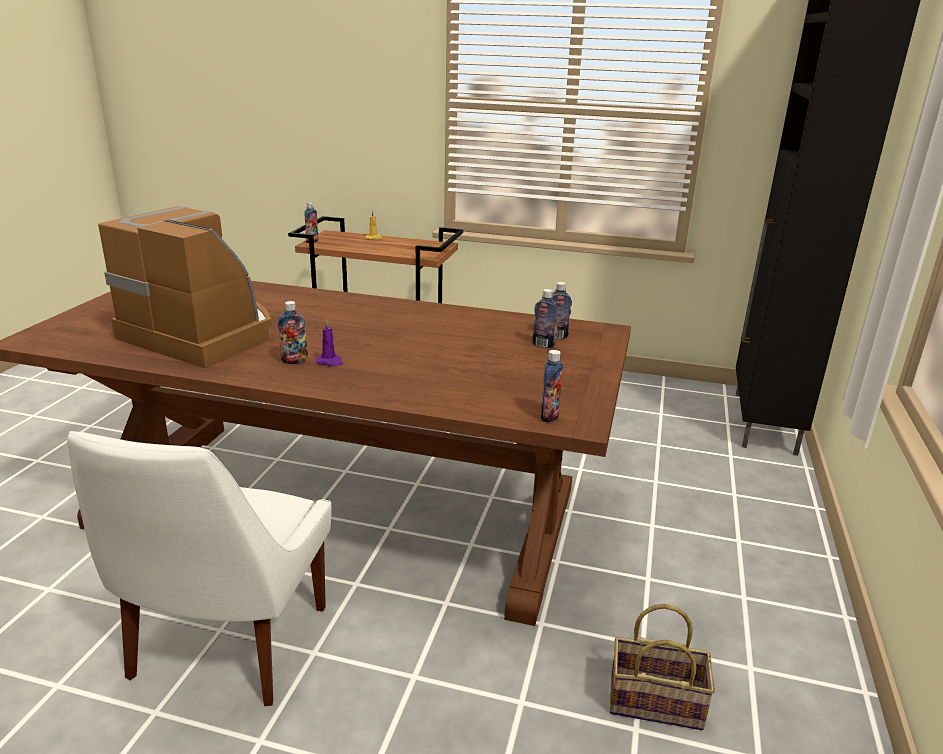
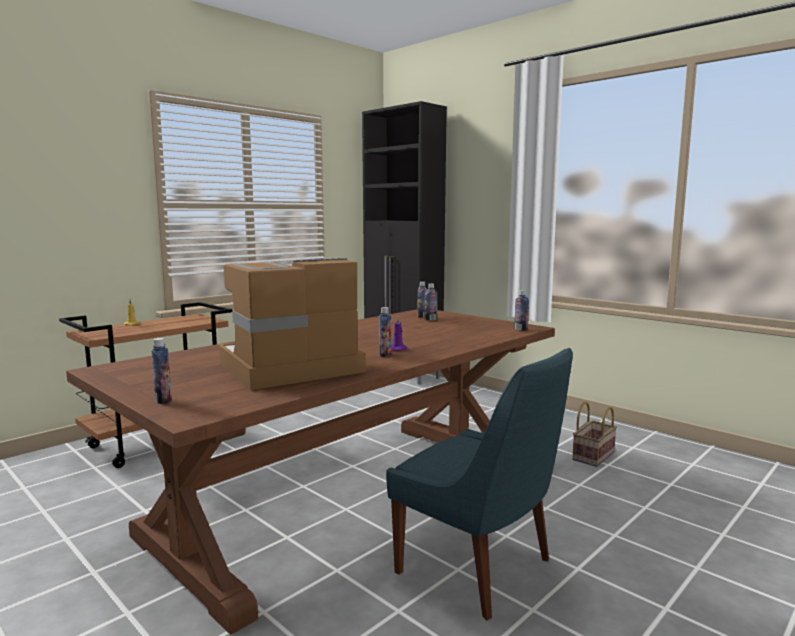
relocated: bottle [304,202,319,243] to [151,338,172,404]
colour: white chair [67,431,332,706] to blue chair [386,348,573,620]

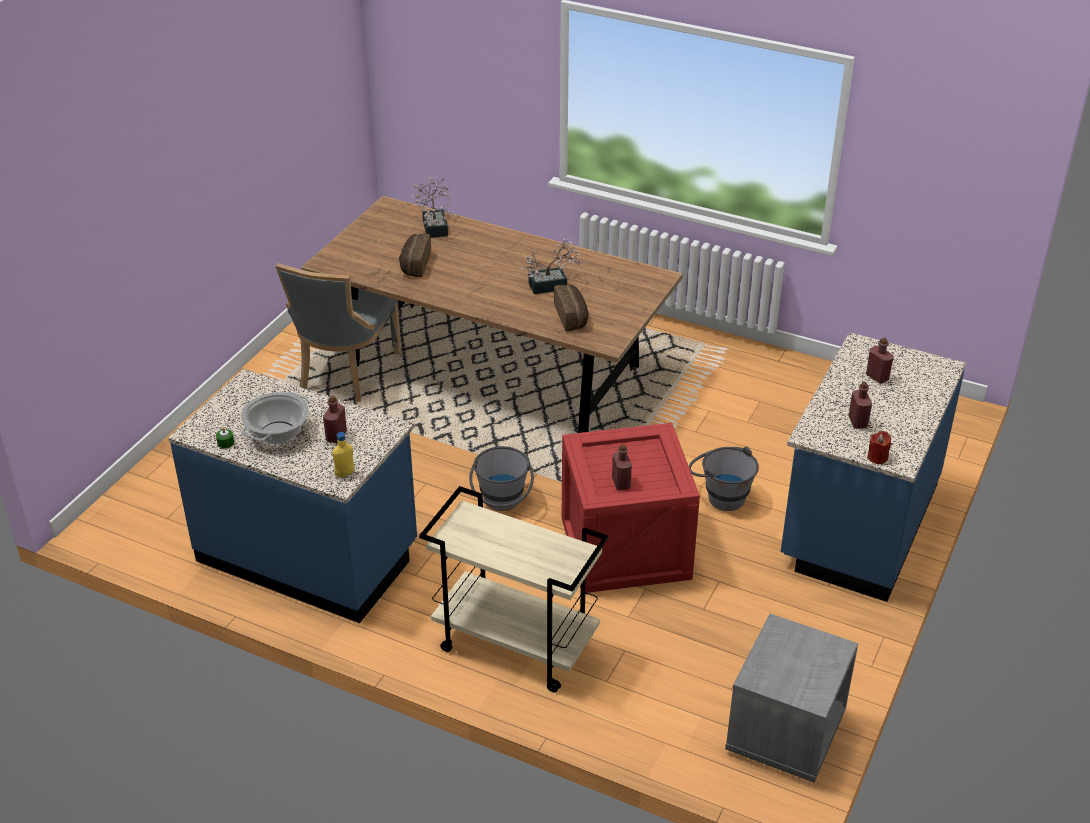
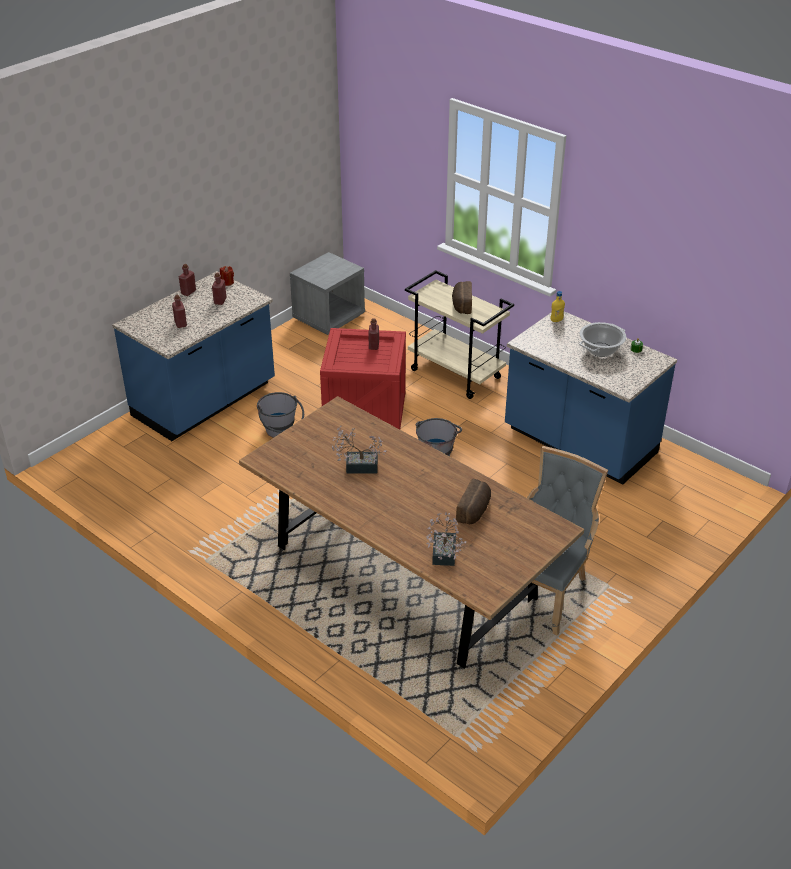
relocated: bread [554,284,589,332] to [452,281,472,314]; red bottle [323,396,347,443] to [179,264,196,296]

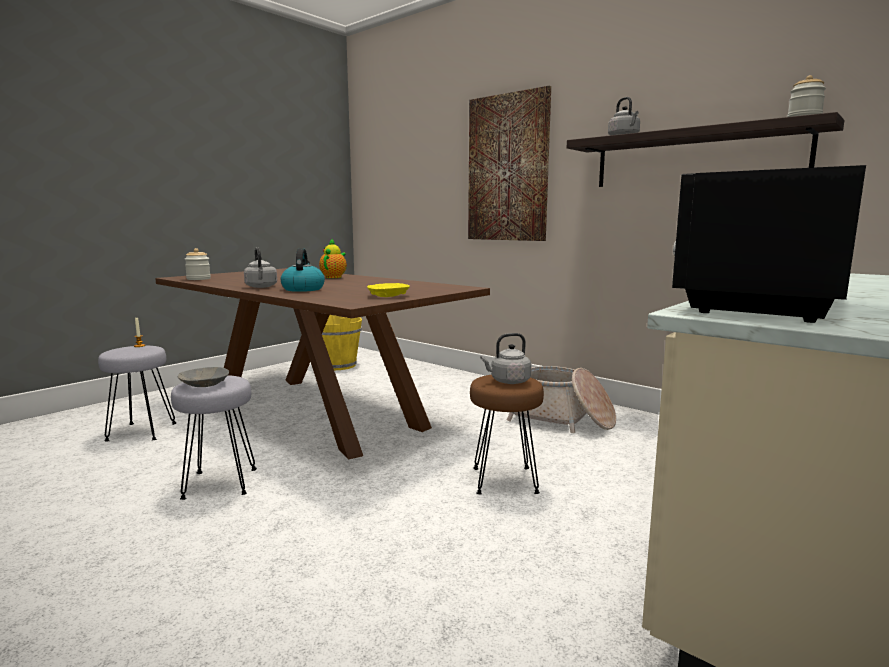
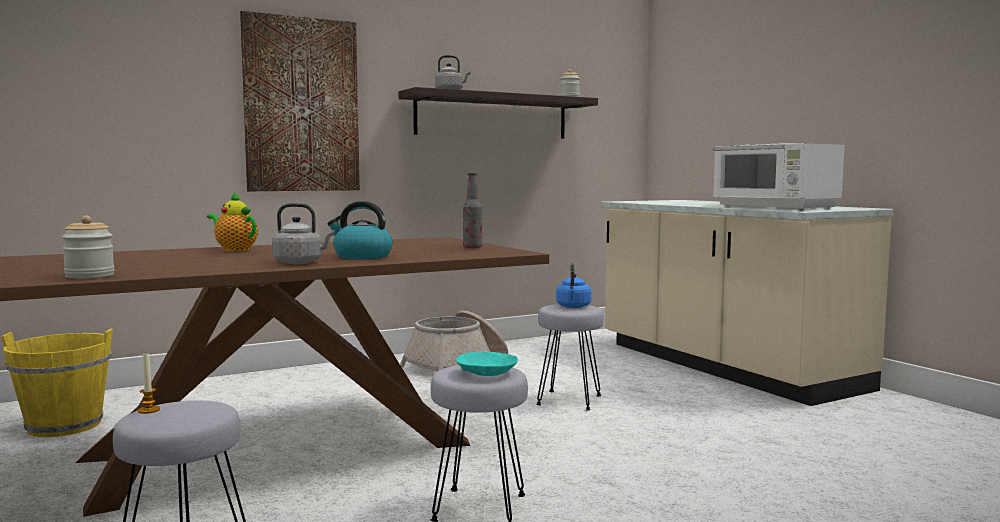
exchanged: yellow bowl [367,283,410,297] to bottle [463,173,482,248]
colour: black microwave [672,165,866,323] to white microwave [713,143,845,211]; grey kettle [480,333,531,384] to blue kettle [556,263,591,308]; grey bowl [177,367,229,387] to turquoise bowl [456,352,518,376]; brown stool [470,375,544,495] to grey stool [536,304,604,411]

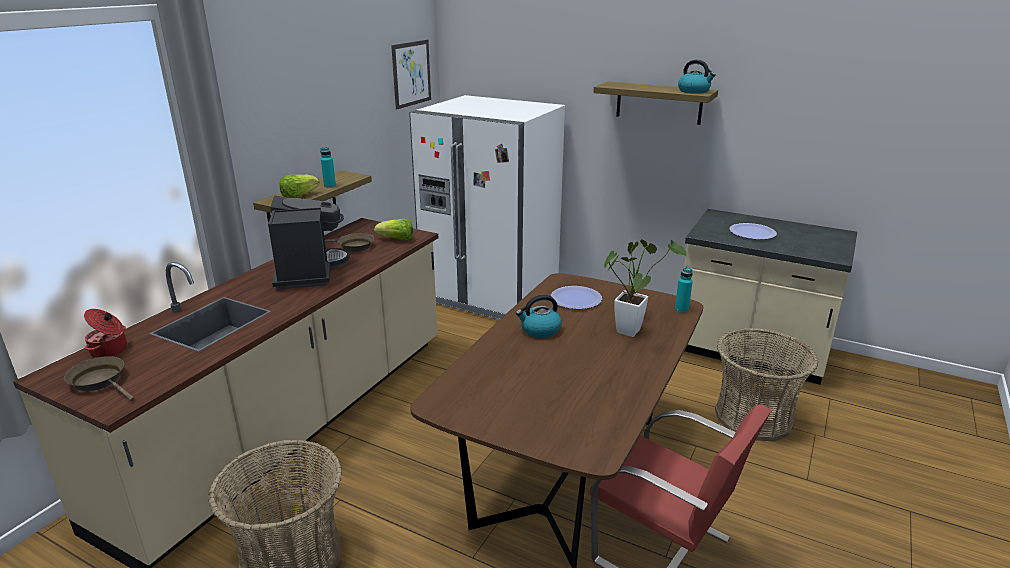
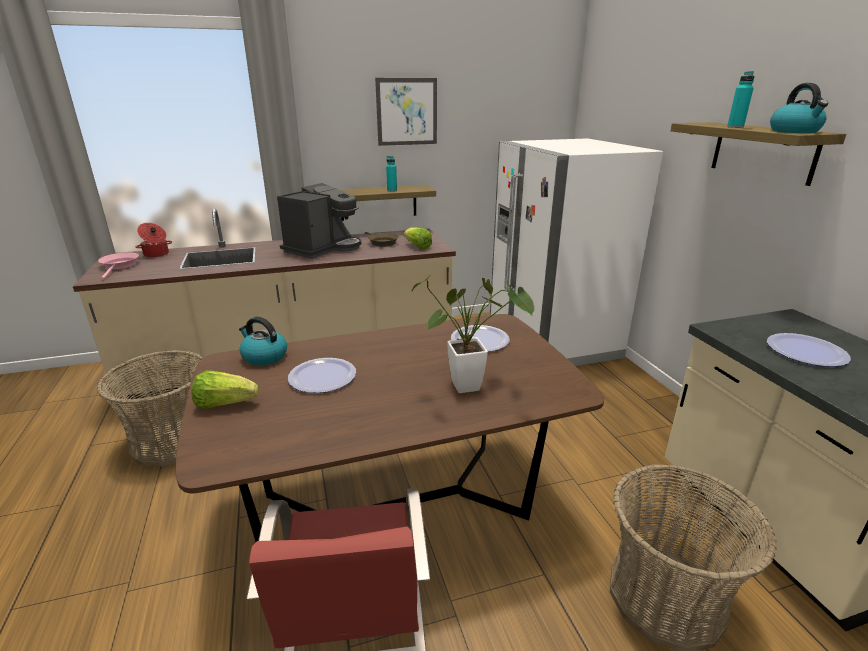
appeared: plate [288,358,356,393]
relocated: picture [391,40,431,109] to [375,78,437,146]; lettuce [280,175,319,198] to [192,370,259,409]; turquoise bottle [675,267,693,313] to [727,71,754,128]; kettle [516,295,562,338] to [239,317,287,366]
colour: brown frying pan [64,356,135,401] to pink frying pan [98,252,139,280]

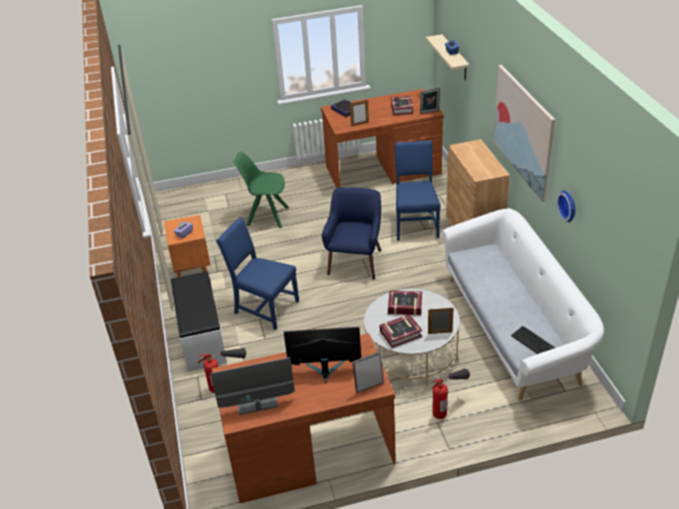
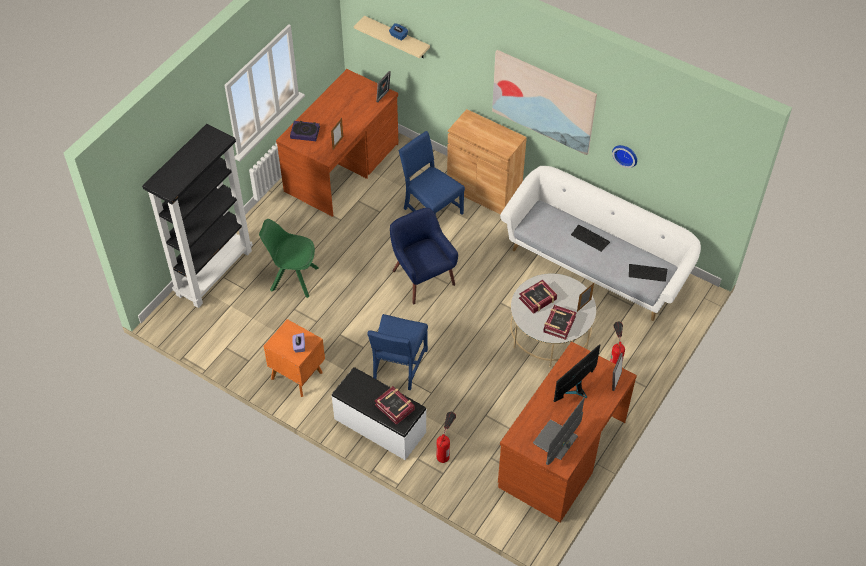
appeared: black bookcase [142,124,253,308]; keyboard [571,225,610,252]
relocated: book [391,96,413,115] to [375,386,415,425]
spun: green chair [234,152,289,228] = [259,219,319,298] 45 degrees clockwise; blue chair [216,217,299,330] = [367,314,428,390] 60 degrees counterclockwise

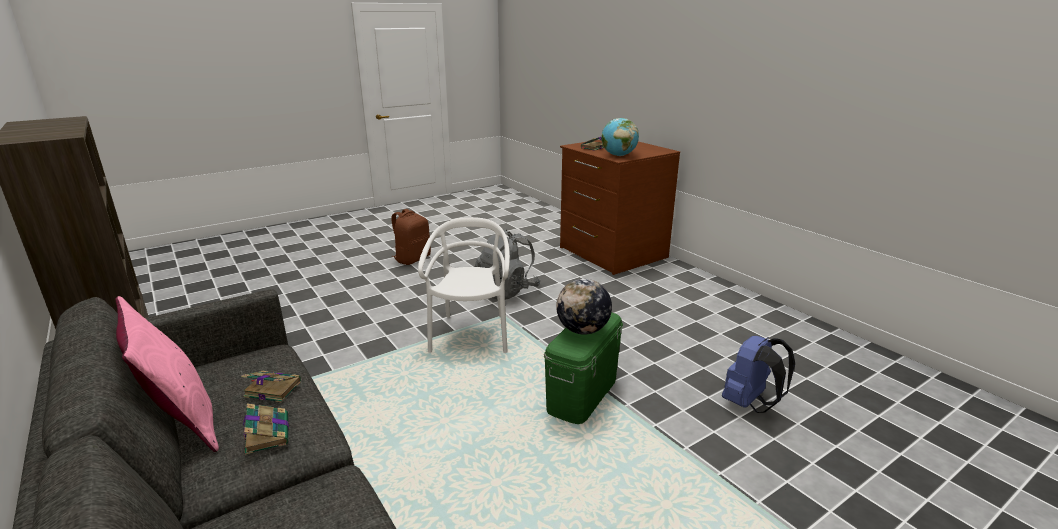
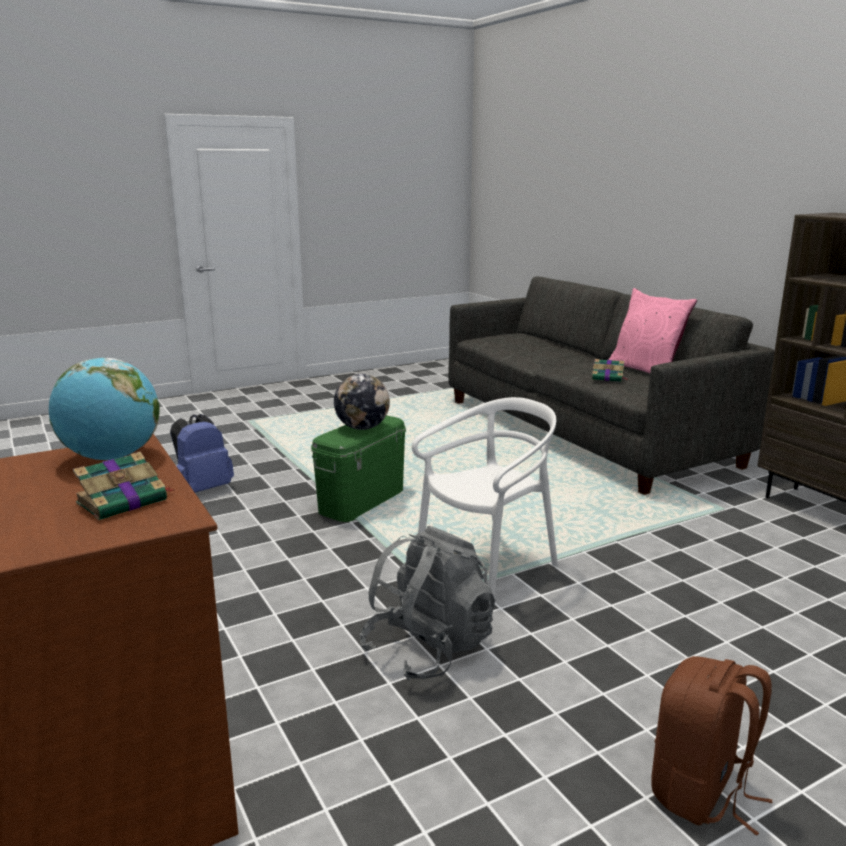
missing: book [243,403,289,455]
spun: white chair [418,217,510,353] = [412,397,558,597] 135 degrees counterclockwise

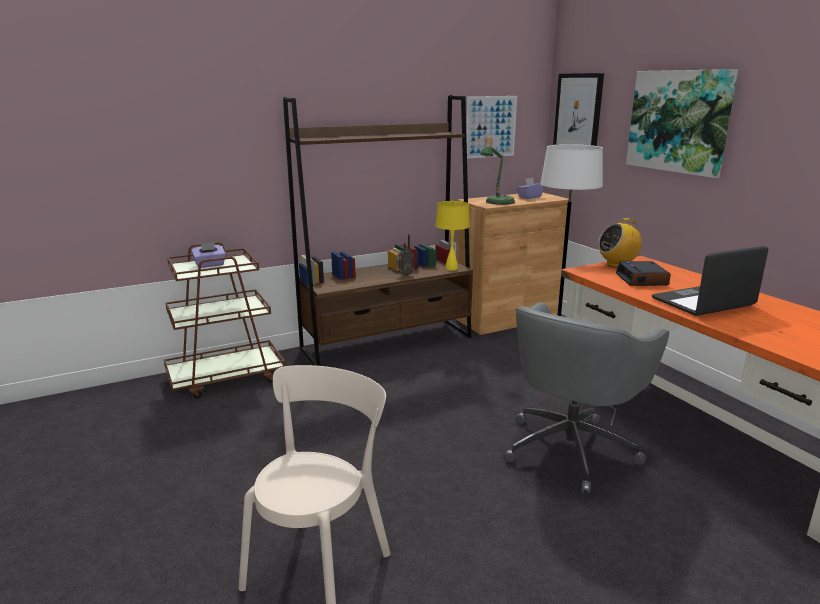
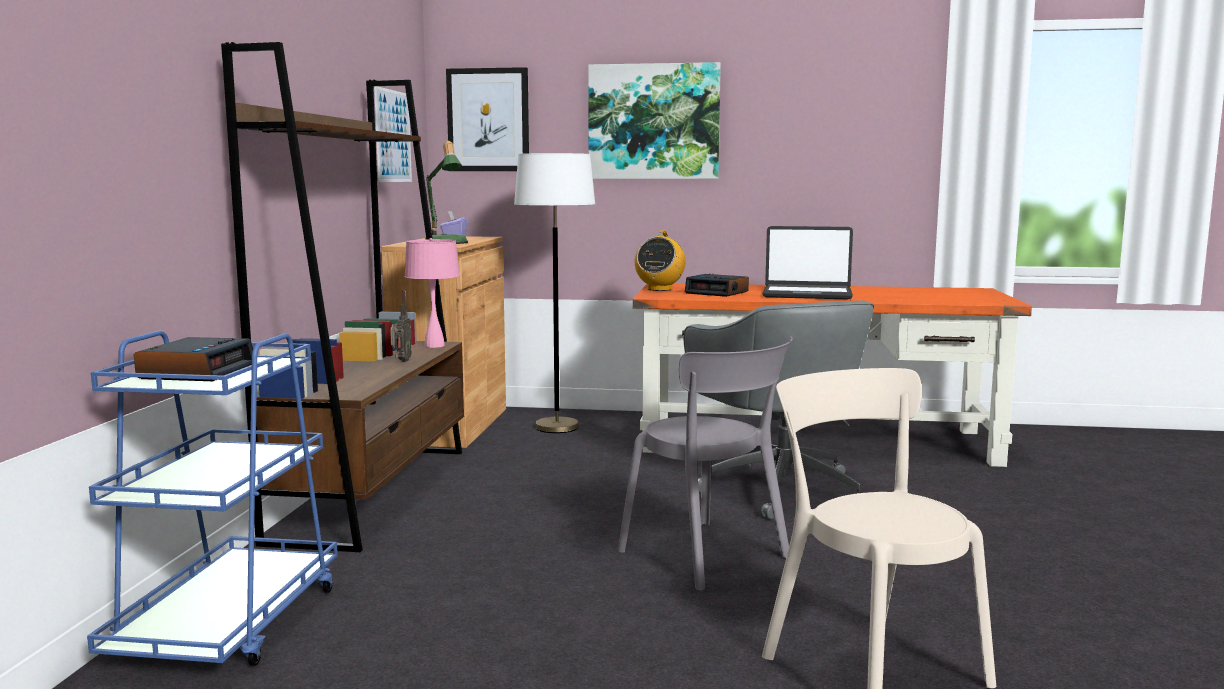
appeared: grey chair [618,336,793,591]
exchanged: purple tissue box [191,242,226,268] to alarm clock [134,337,253,381]
colour: yellow table lamp [435,201,470,271] to pink table lamp [404,238,460,348]; brown cart [164,242,285,398] to blue cart [87,331,338,666]
spun: laptop [652,246,768,316] = [762,226,853,299] 90 degrees counterclockwise

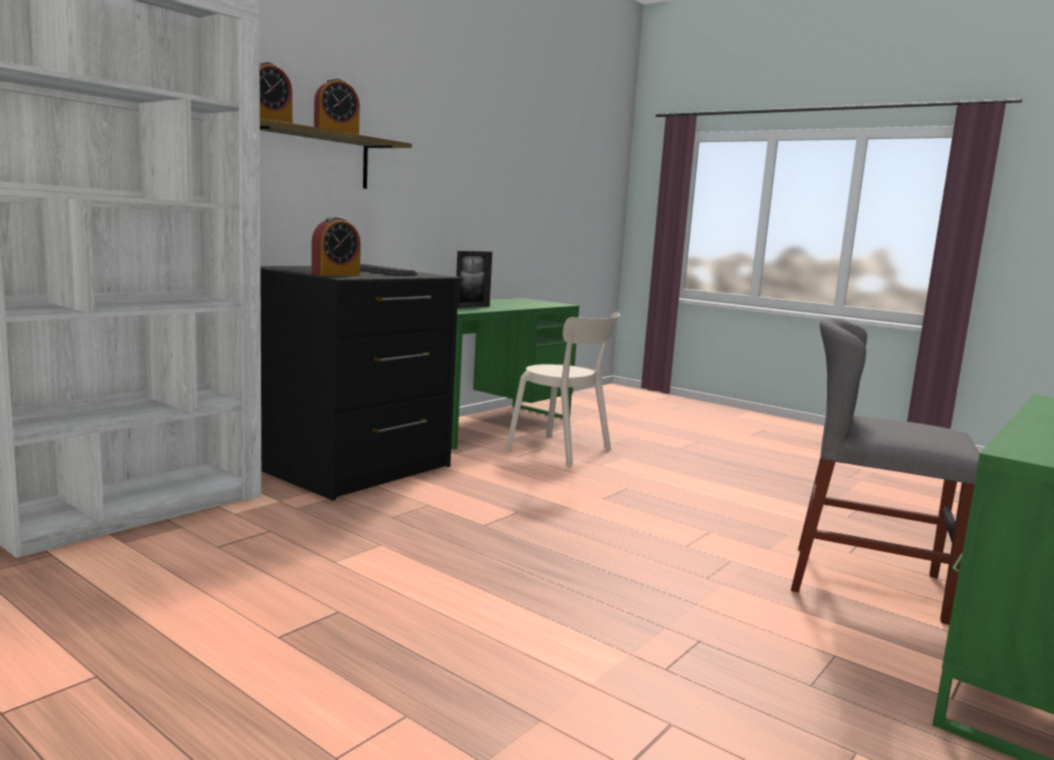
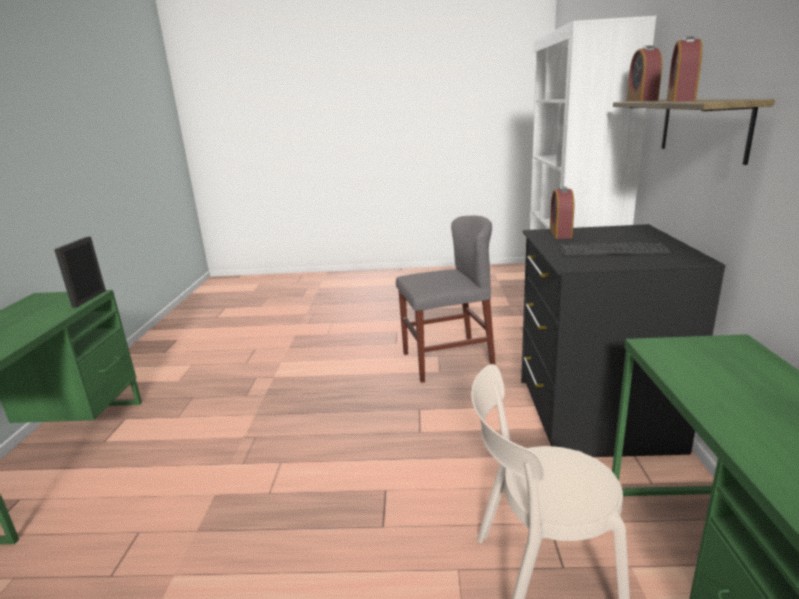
relocated: picture frame [456,251,492,308] to [54,237,106,308]; grey chair [791,318,980,625] to [396,216,496,383]

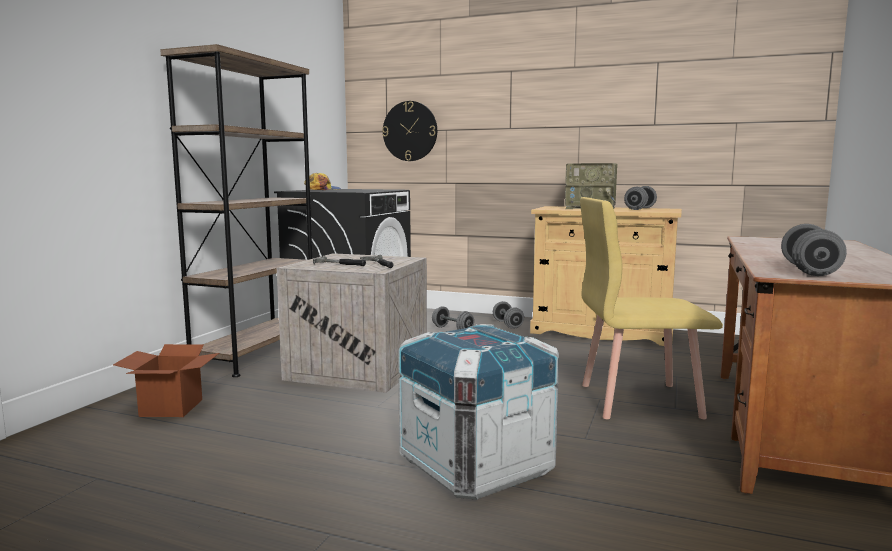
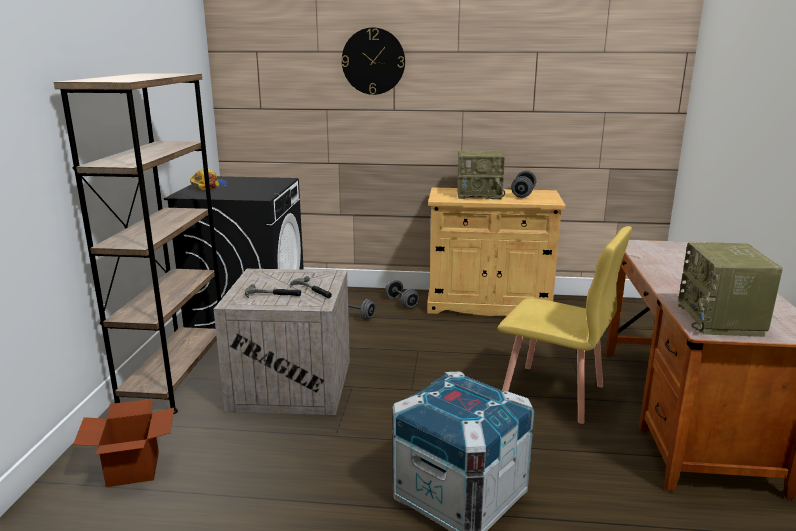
relocated: wall clock [382,101,437,161] to [342,27,405,95]
exchanged: grey dumbbell [781,224,847,276] to radio [678,242,783,337]
spun: yellow chair [580,197,723,419] = [497,226,632,424] 135 degrees counterclockwise

